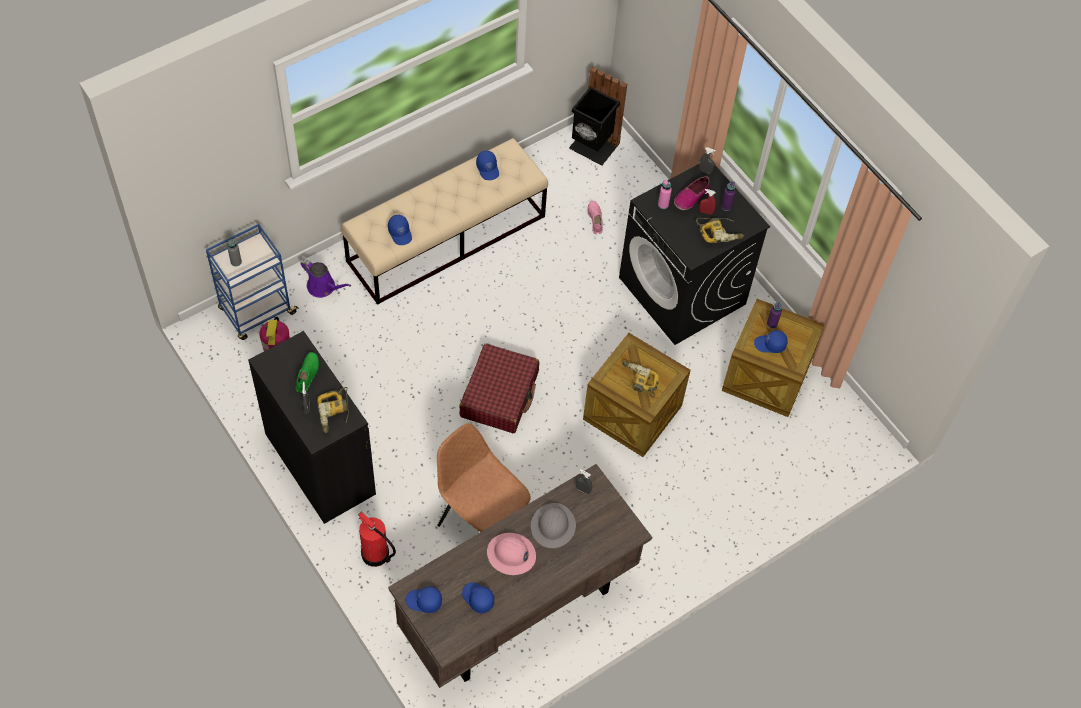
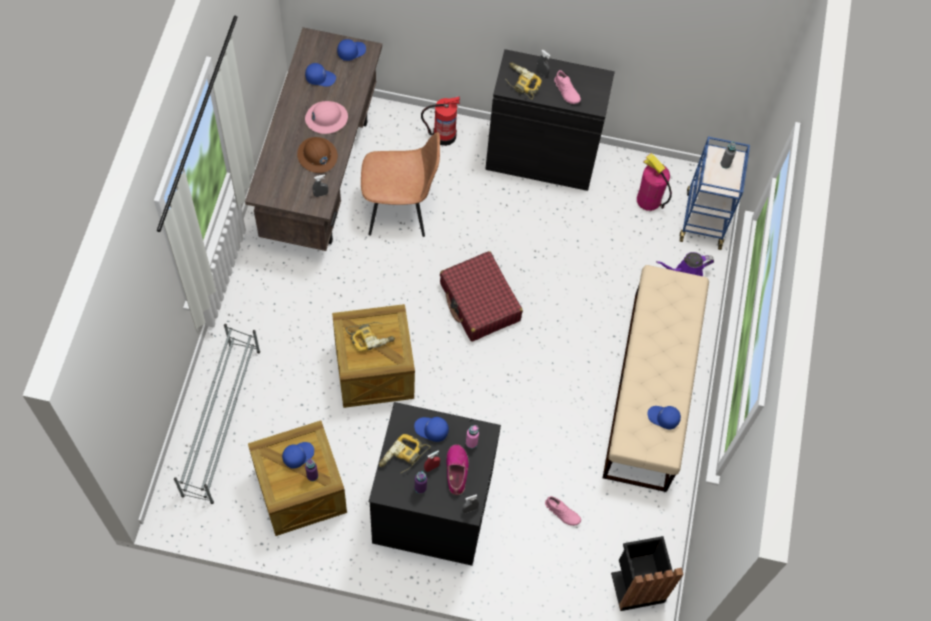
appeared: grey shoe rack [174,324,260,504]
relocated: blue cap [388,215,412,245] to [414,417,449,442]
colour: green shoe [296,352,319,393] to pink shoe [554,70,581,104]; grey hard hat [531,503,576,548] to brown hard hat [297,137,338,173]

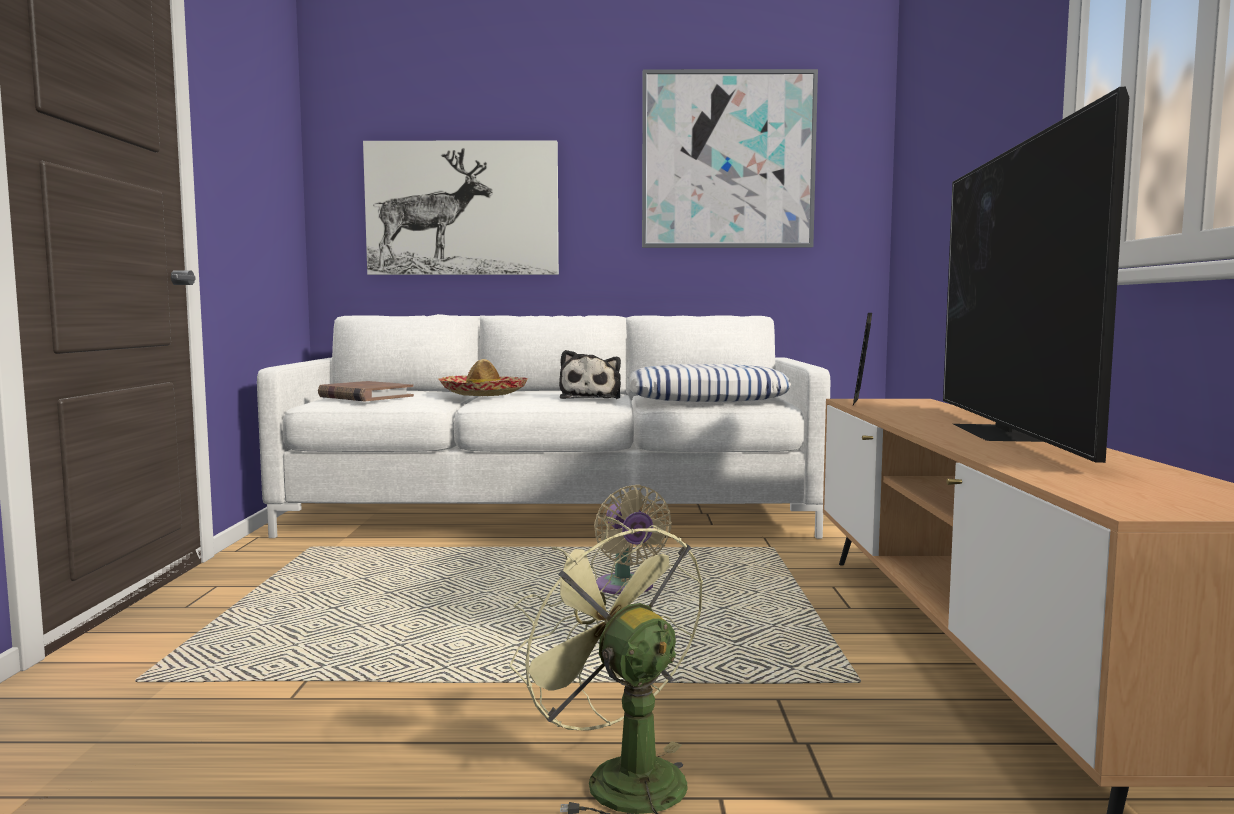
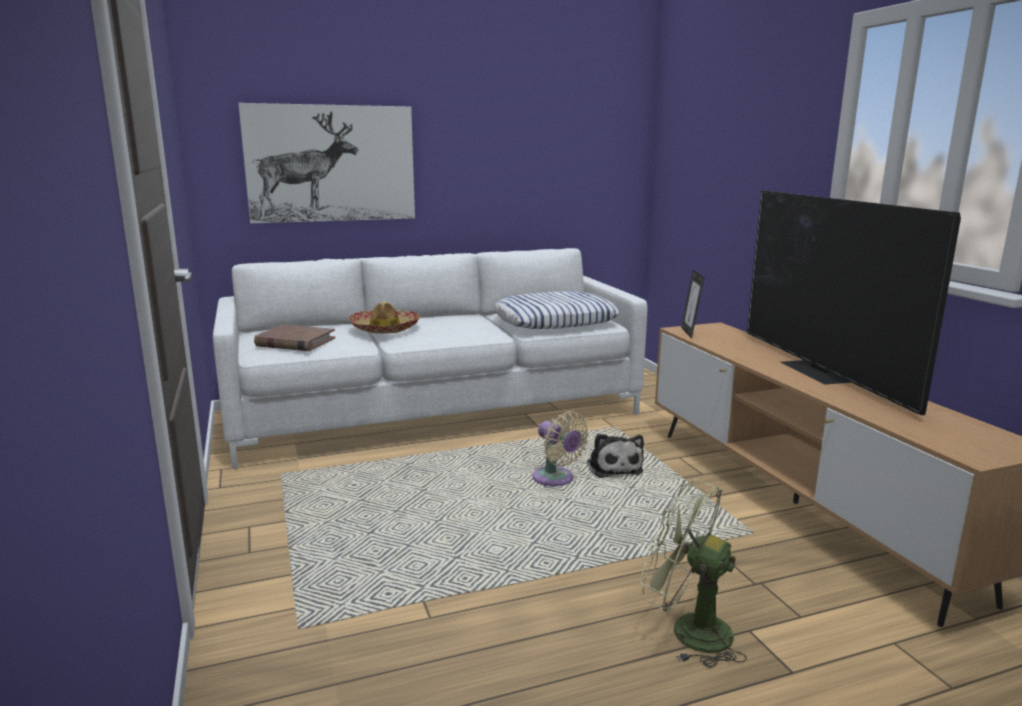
missing: picture [642,69,818,248]
relocated: plush toy [559,350,621,399] to [587,434,644,478]

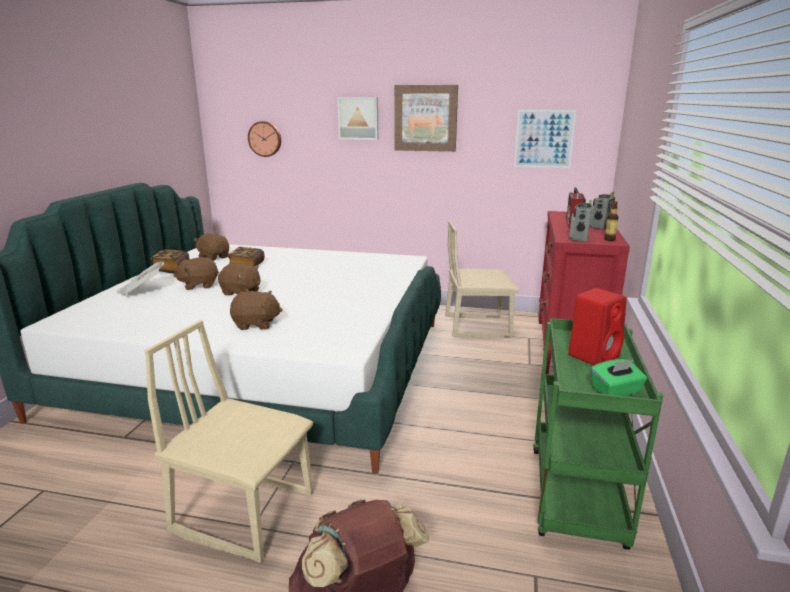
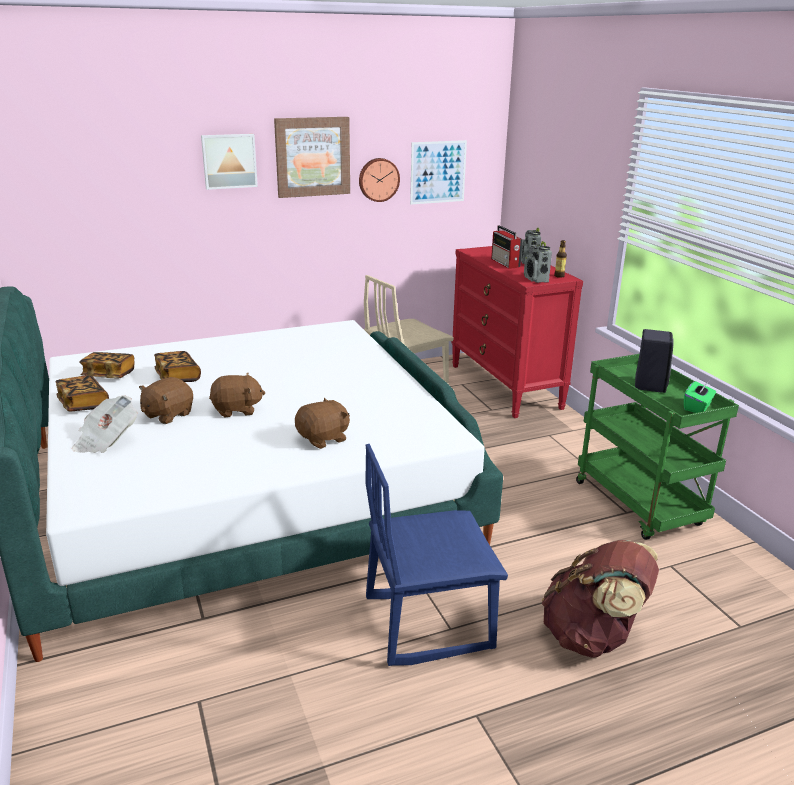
relocated: wall clock [248,121,281,157] to [359,158,400,202]
exchanged: brown plush toy [194,234,229,261] to book [79,352,134,379]
colour: red speaker [568,288,627,365] to black speaker [635,329,674,393]; beige chair [144,320,313,563] to blue chair [365,444,508,666]

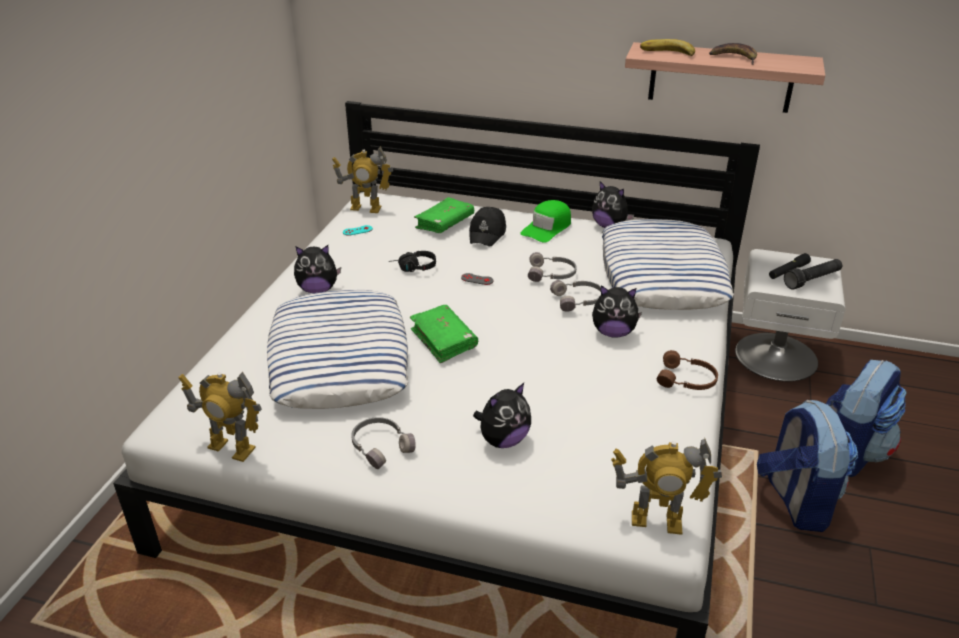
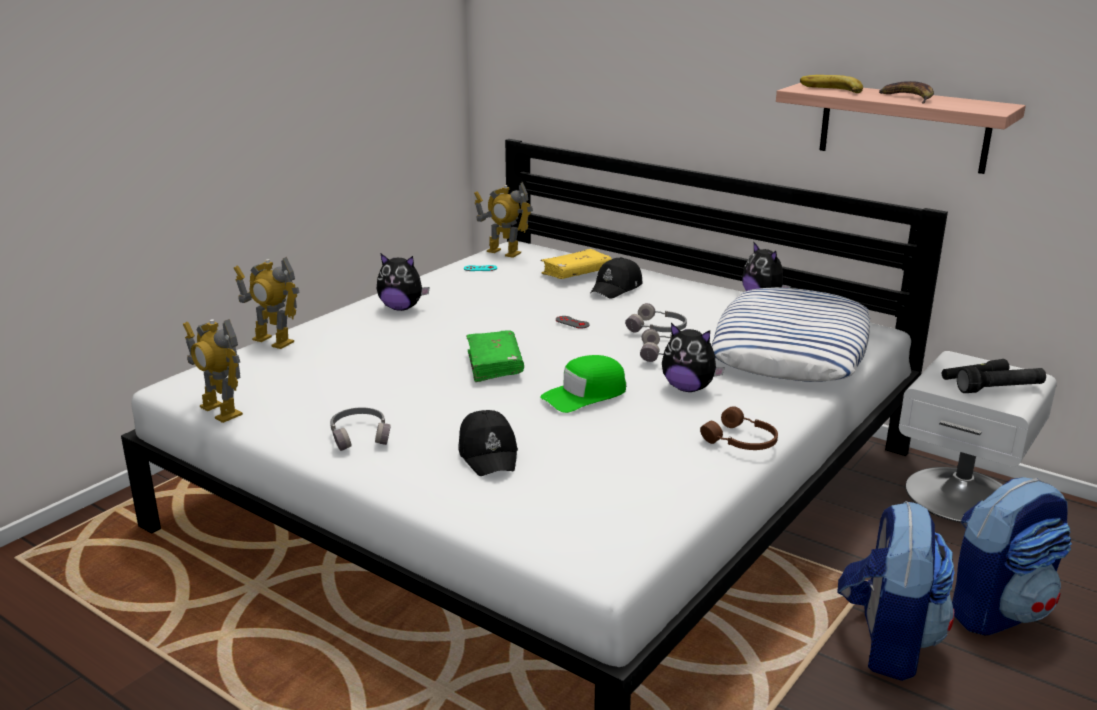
missing: black headphones [388,251,436,272]; pillow [267,290,409,409]
relocated: green cap [520,200,571,243] to [540,355,626,413]; toy robot [611,439,722,535] to [234,257,300,349]
exchanged: plush toy [473,383,531,448] to black cap [458,410,518,476]
colour: green book [414,197,474,233] to yellow book [541,249,612,279]

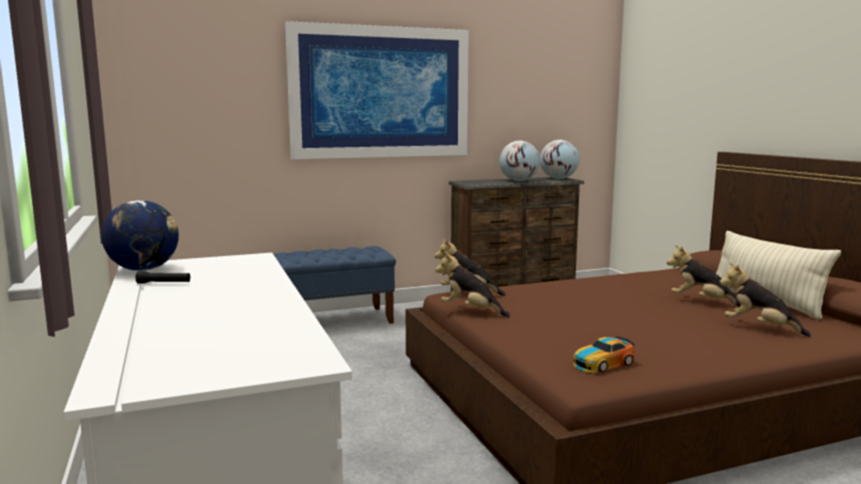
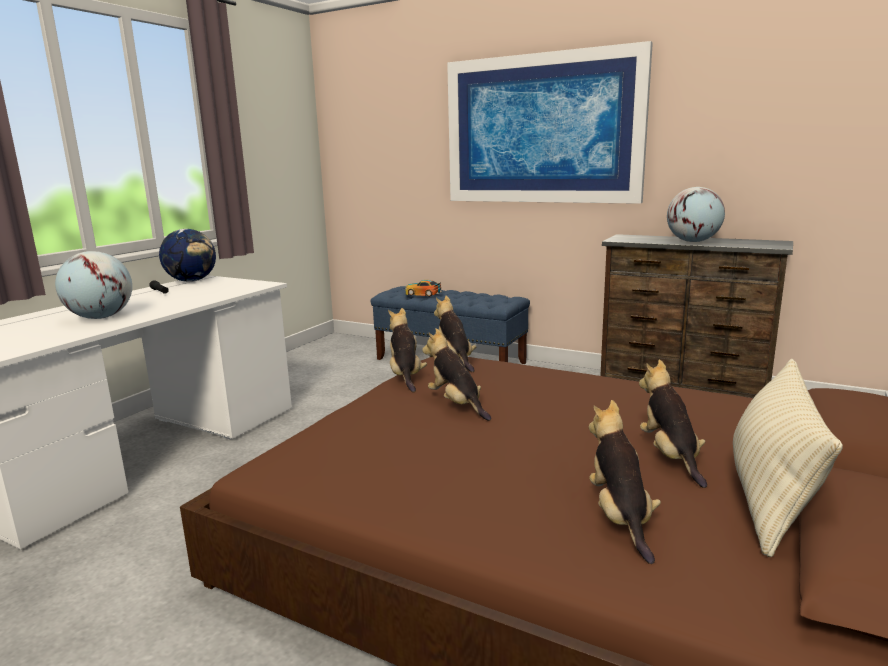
appeared: plush toy [422,328,491,421]
relocated: globe [540,140,579,179] to [55,251,132,319]; toy car [573,336,635,373] to [405,280,442,297]

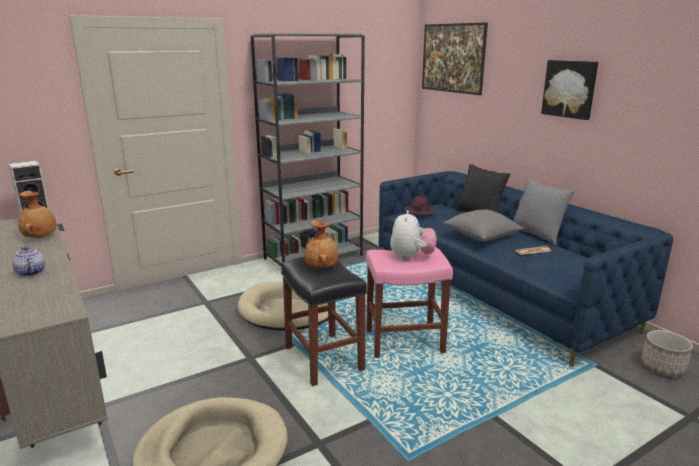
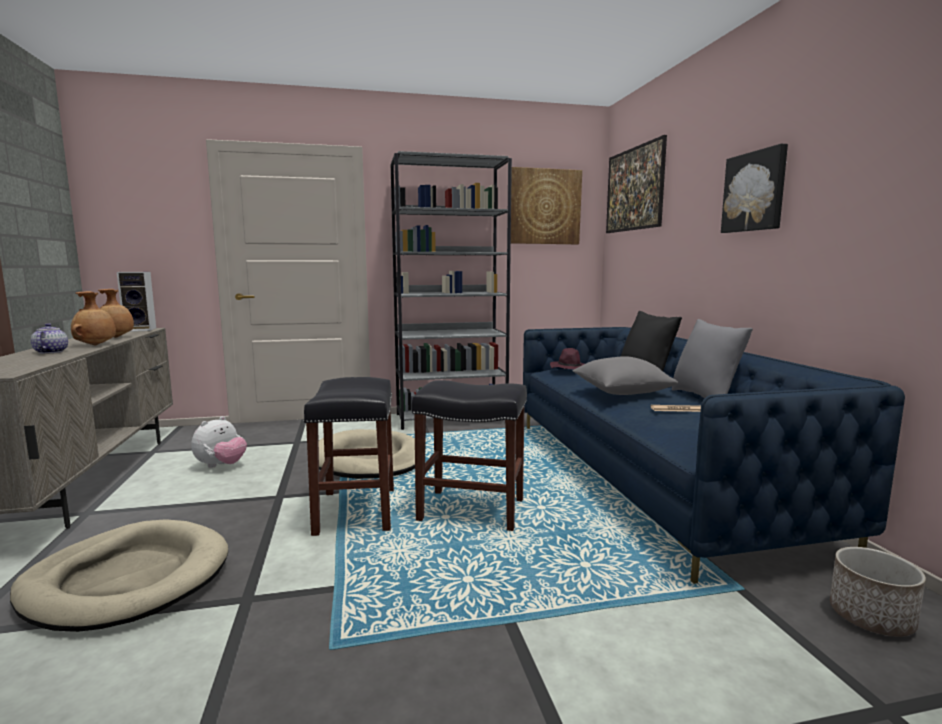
appeared: picture [511,167,582,244]
relocated: plush toy [390,210,437,260] to [191,416,247,468]; brown vase [305,220,338,269] to [71,291,116,346]
colour: pink stool [366,247,453,358] to black stool [412,380,527,531]

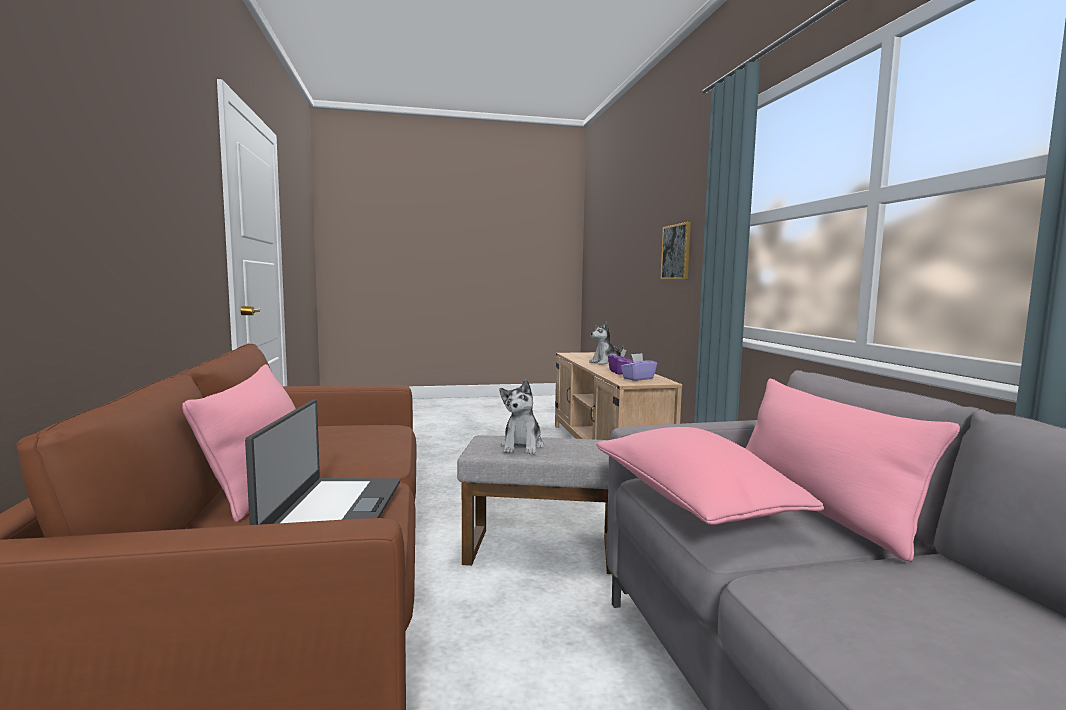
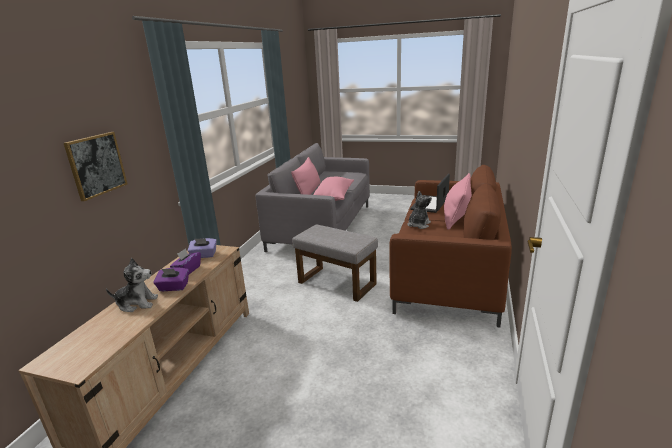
appeared: purple tissue box [154,268,189,291]
relocated: plush toy [499,380,544,454] to [407,191,432,229]

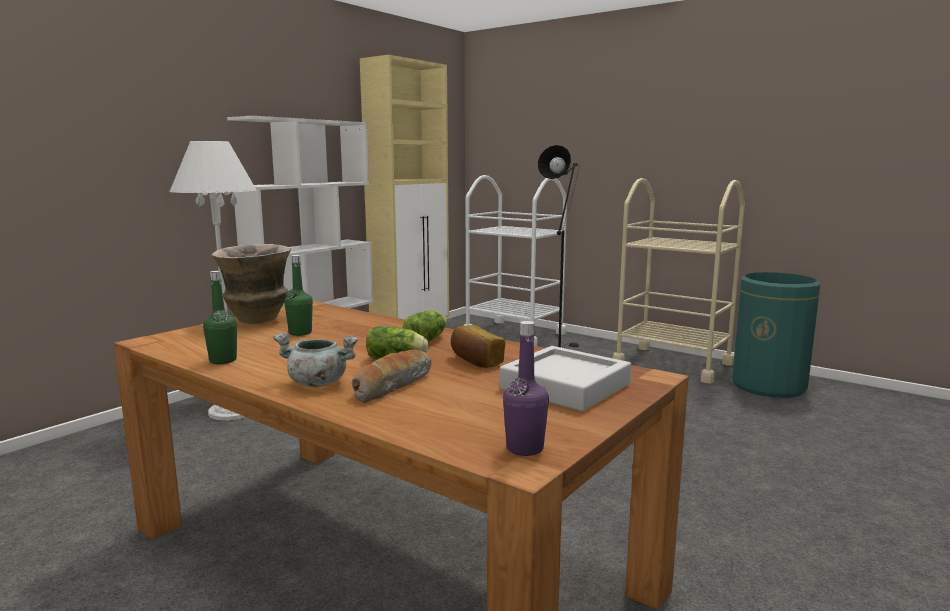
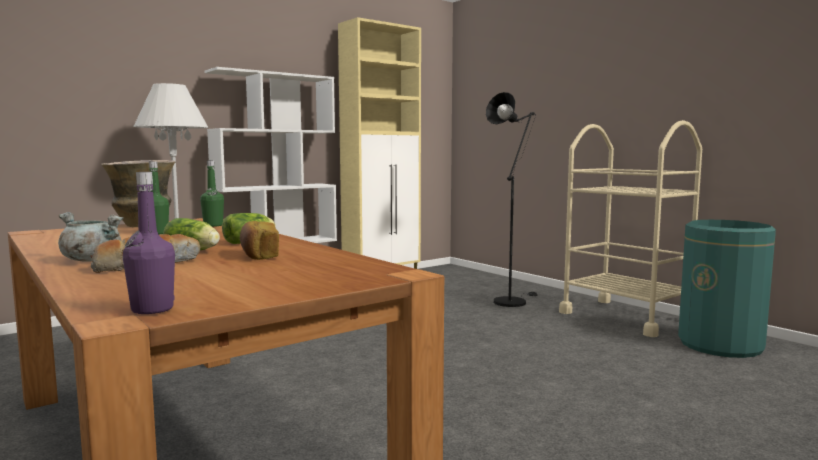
missing: white cart [463,175,567,346]; grey tray [500,346,631,412]
relocated: green bottle [203,271,237,364] to [200,160,224,227]

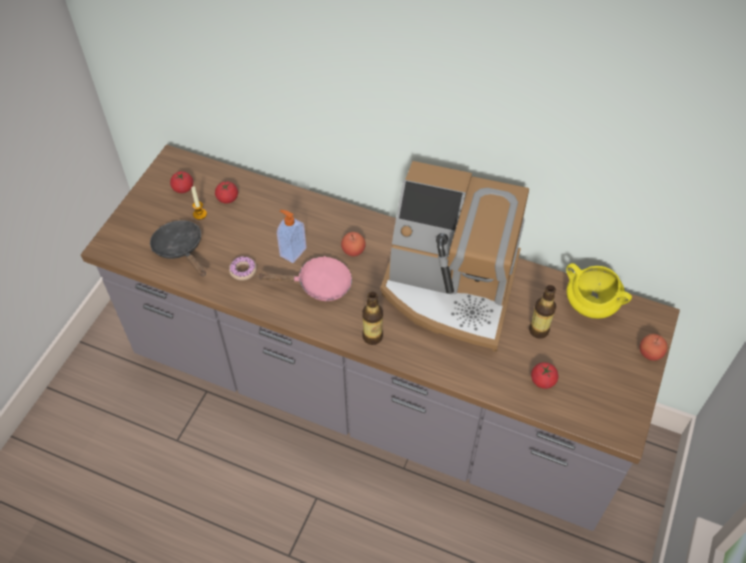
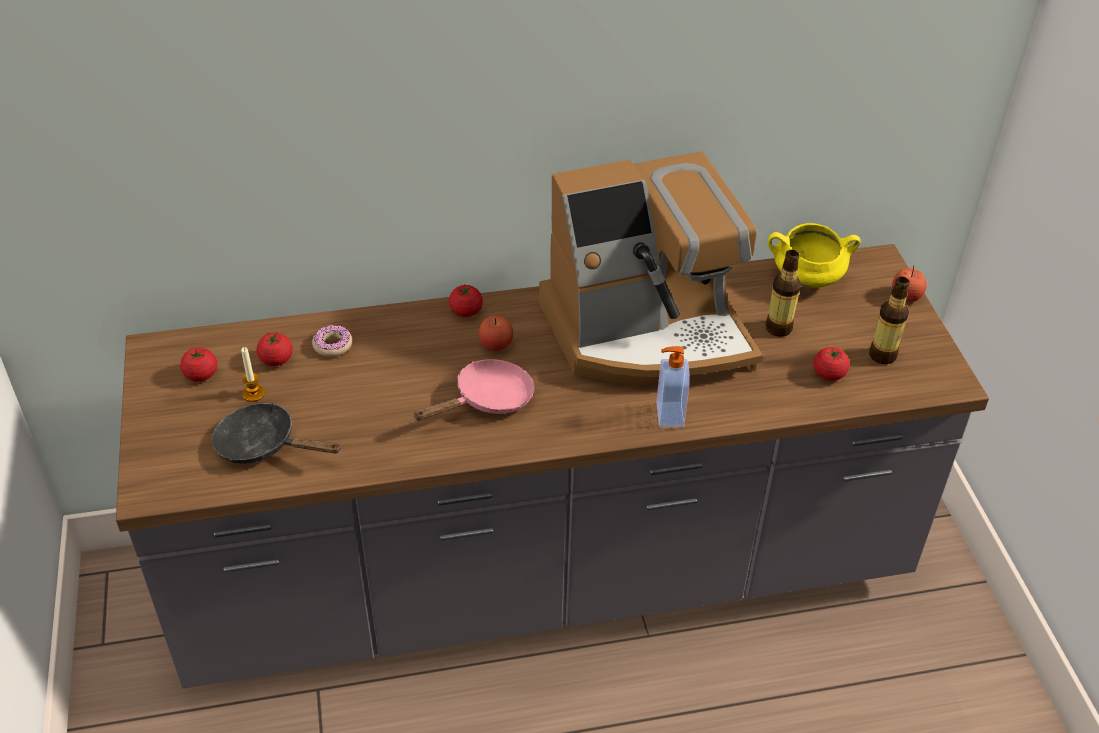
appeared: tomato [449,283,483,317]
relocated: soap dispenser [277,210,306,263] to [657,346,690,427]; donut [229,256,257,281] to [312,325,352,357]; bottle [362,292,383,345] to [869,277,910,364]

